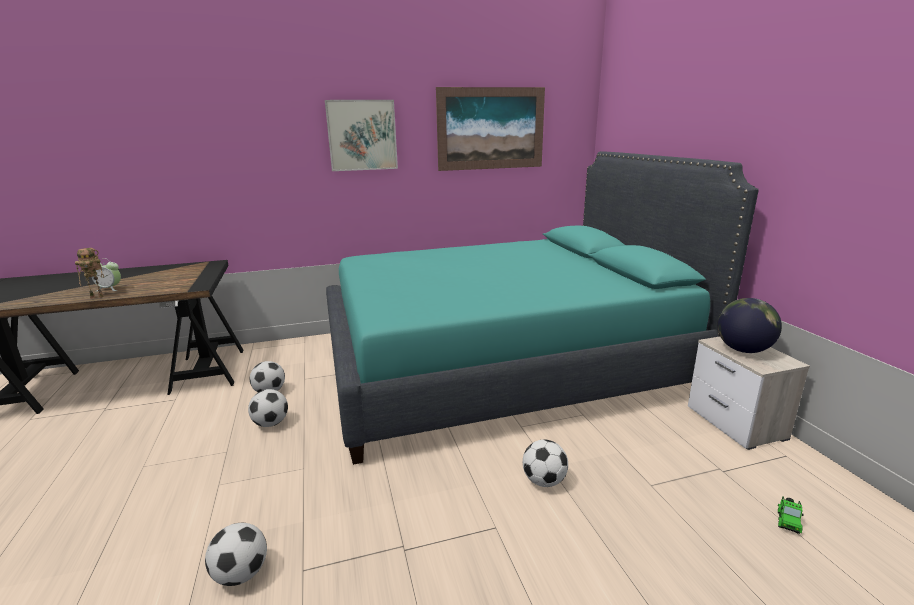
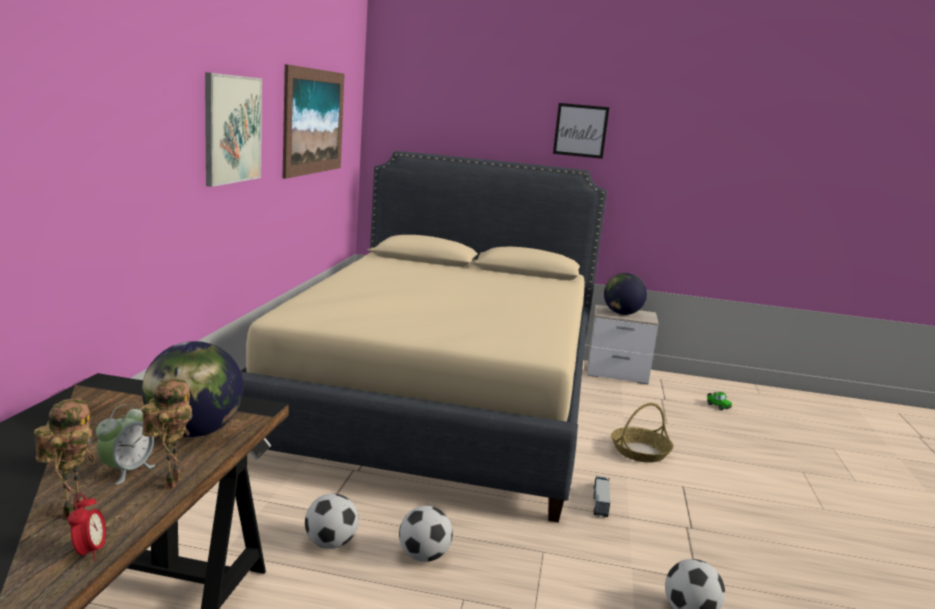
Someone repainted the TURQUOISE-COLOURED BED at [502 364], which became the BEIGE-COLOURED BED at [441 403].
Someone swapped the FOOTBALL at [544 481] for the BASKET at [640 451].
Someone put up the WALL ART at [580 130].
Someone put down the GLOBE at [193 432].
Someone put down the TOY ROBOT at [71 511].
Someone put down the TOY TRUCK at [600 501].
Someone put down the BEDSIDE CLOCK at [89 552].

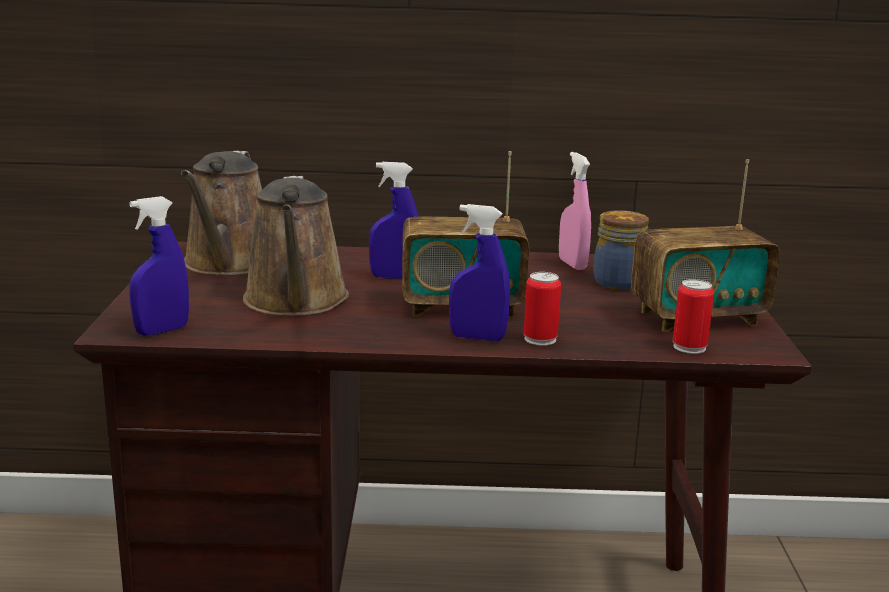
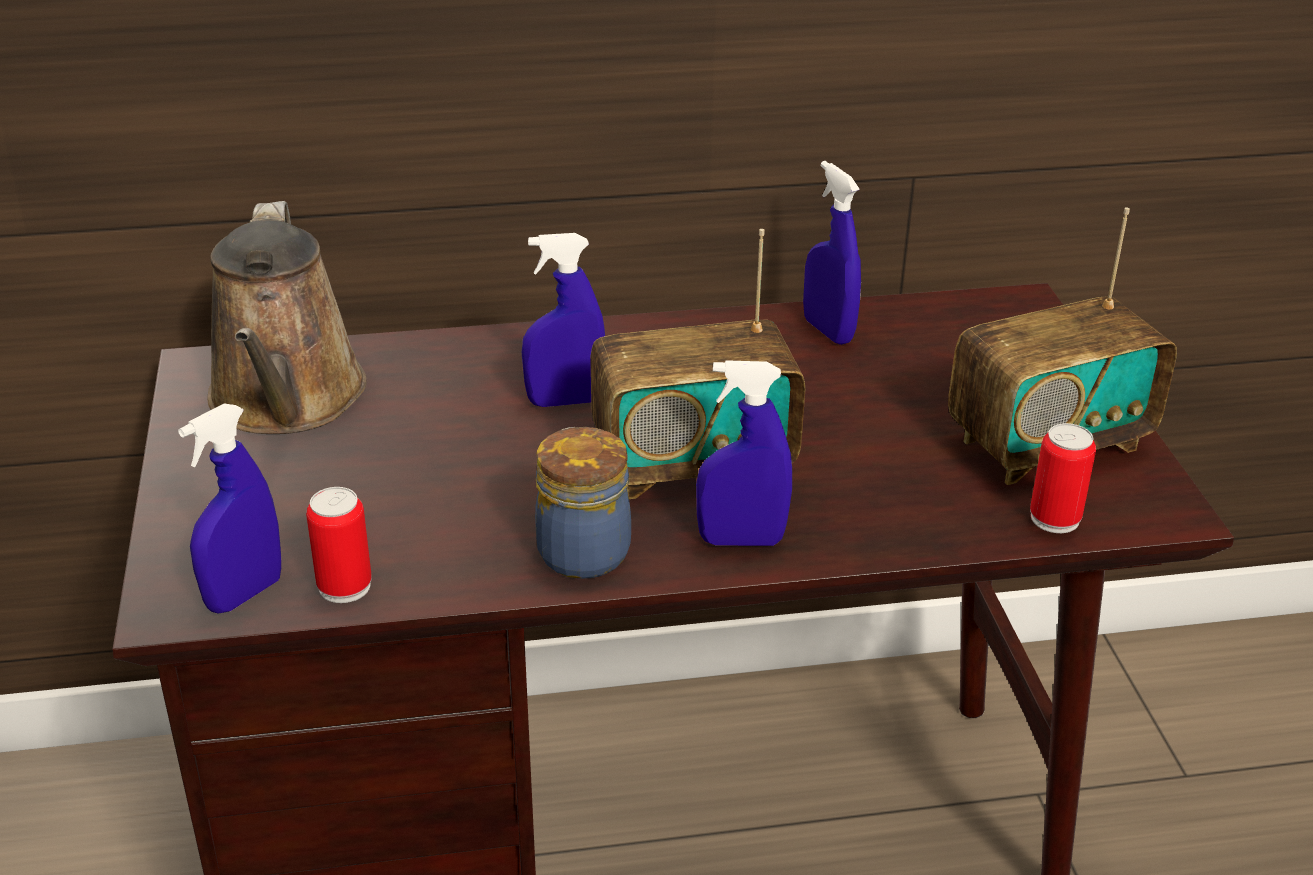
Someone repainted the PINK-COLOURED HAND SPRAYER at [572 264], which became the BLUE-COLOURED HAND SPRAYER at [828 331].
Someone took away the BROWN-COLOURED SPRINKLING CAN at [296 302].
Someone carried the JAR from [617 282] to [582 550].
Someone carried the METAL CAN from [540 339] to [344 586].

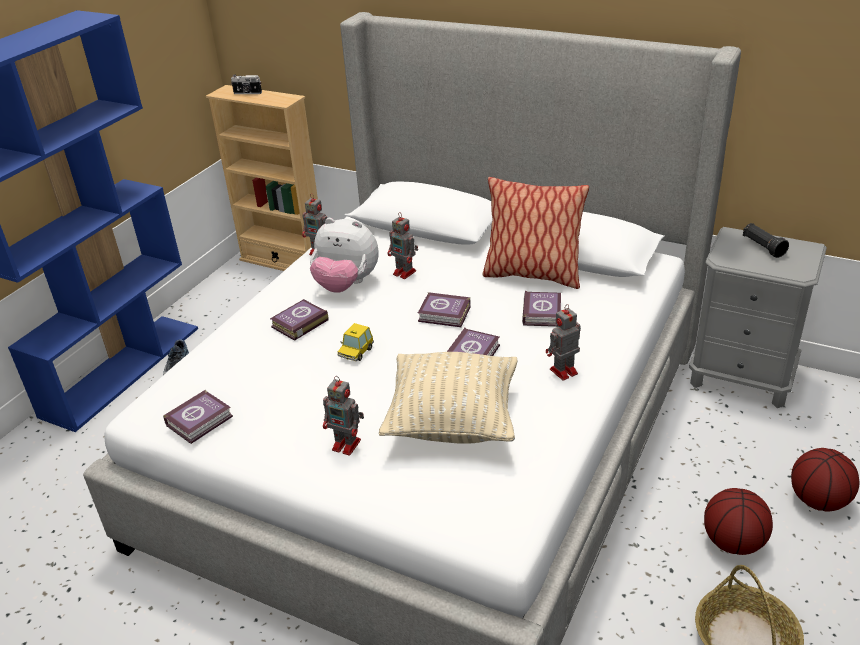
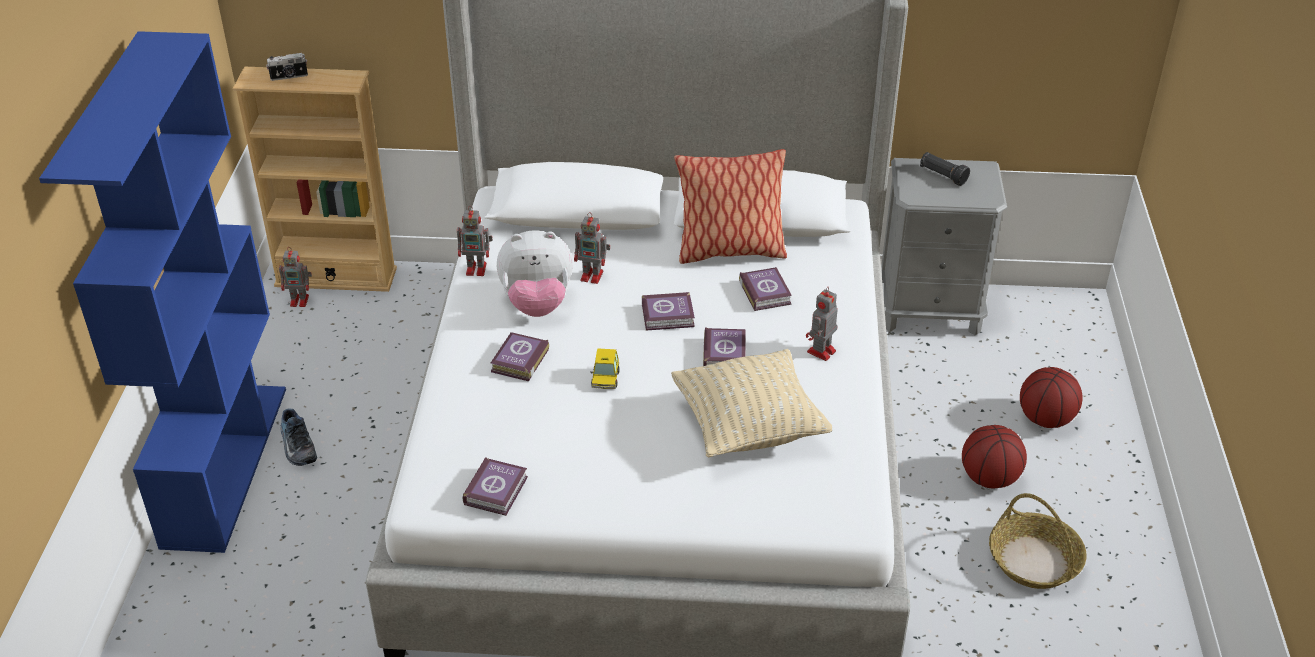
Someone carried the TOY ROBOT from [348 445] to [300 300].

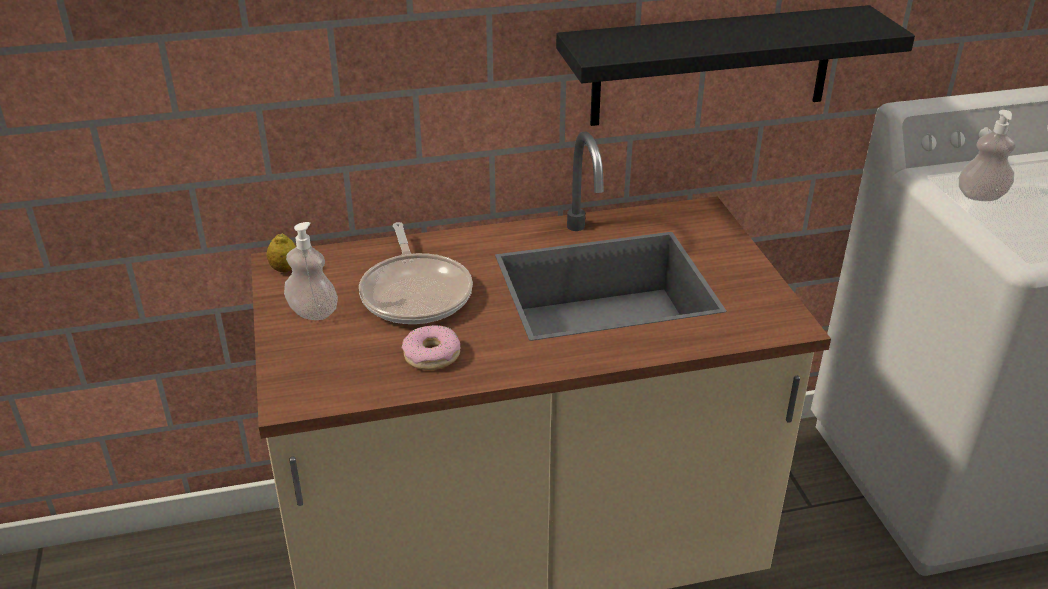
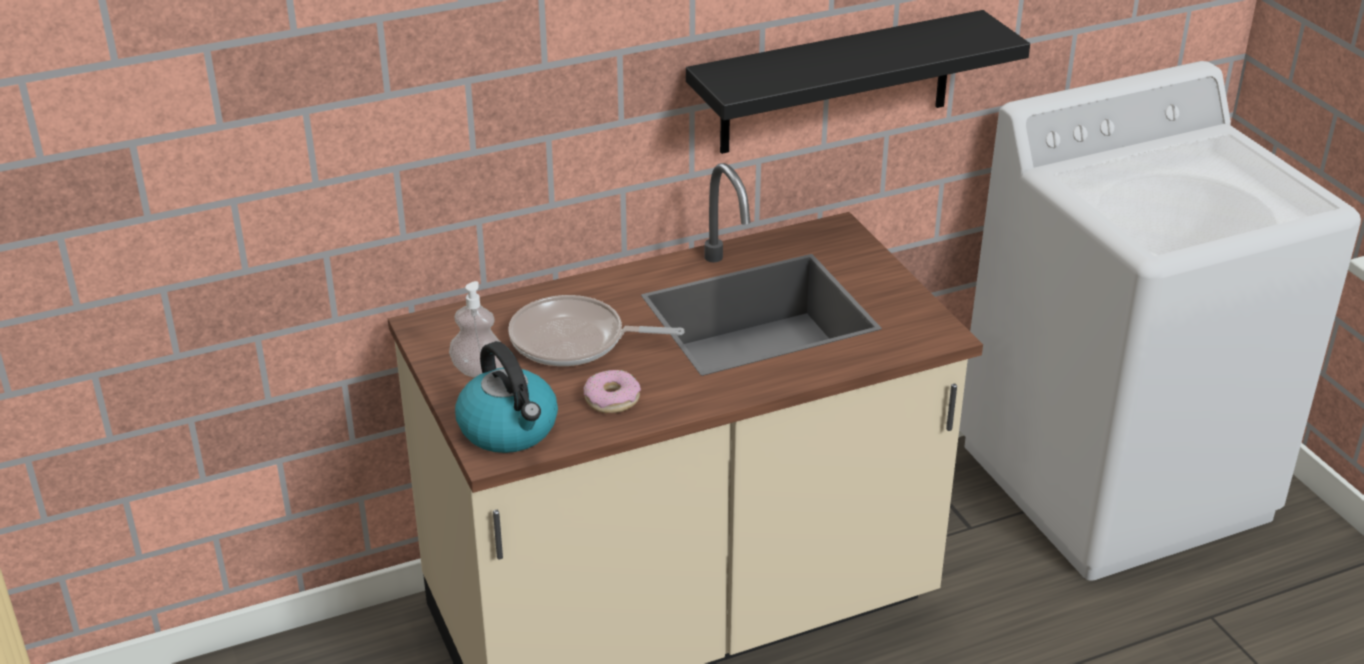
Someone took away the LIQUID SOAP BOTTLE at [981 196].
Someone rotated the FRYING PAN at [416 293] by 120 degrees clockwise.
Someone took away the WHOLE LEMON at [284 269].
Someone put down the WATER KETTLE at [509 429].

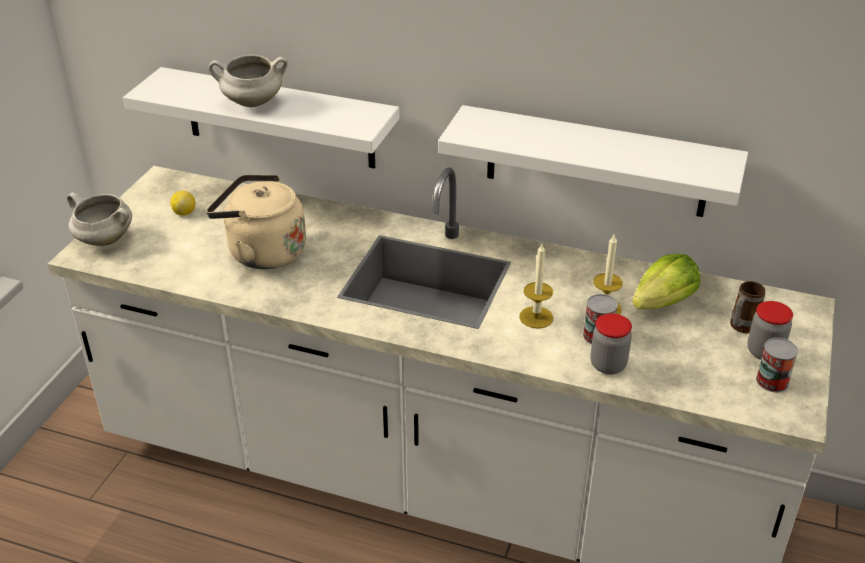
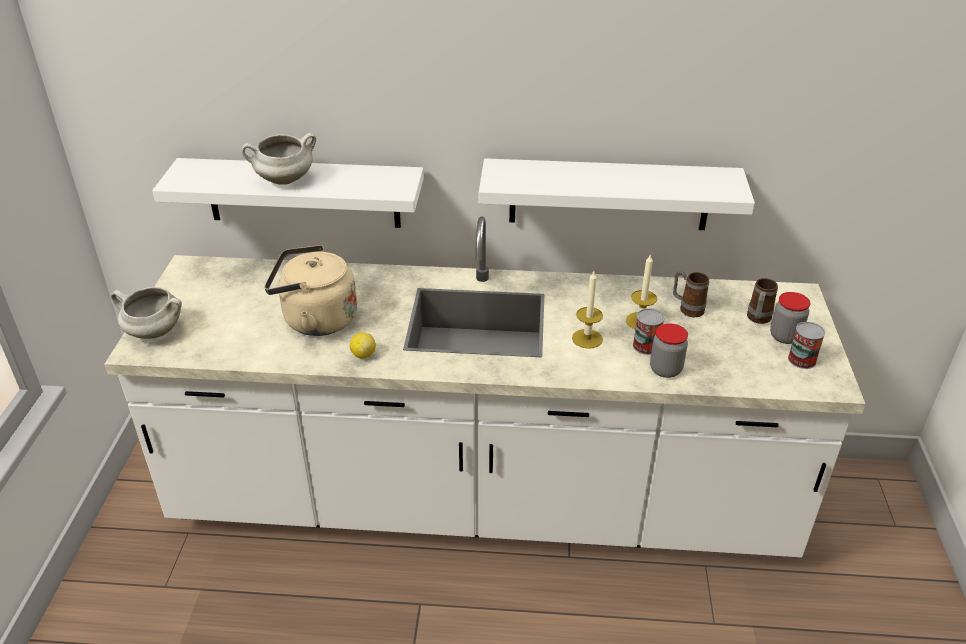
Someone carried the WHOLE LEMON from [184 212] to [363 355].
Someone swapped the LETTUCE at [663 303] for the MUG at [687 309].

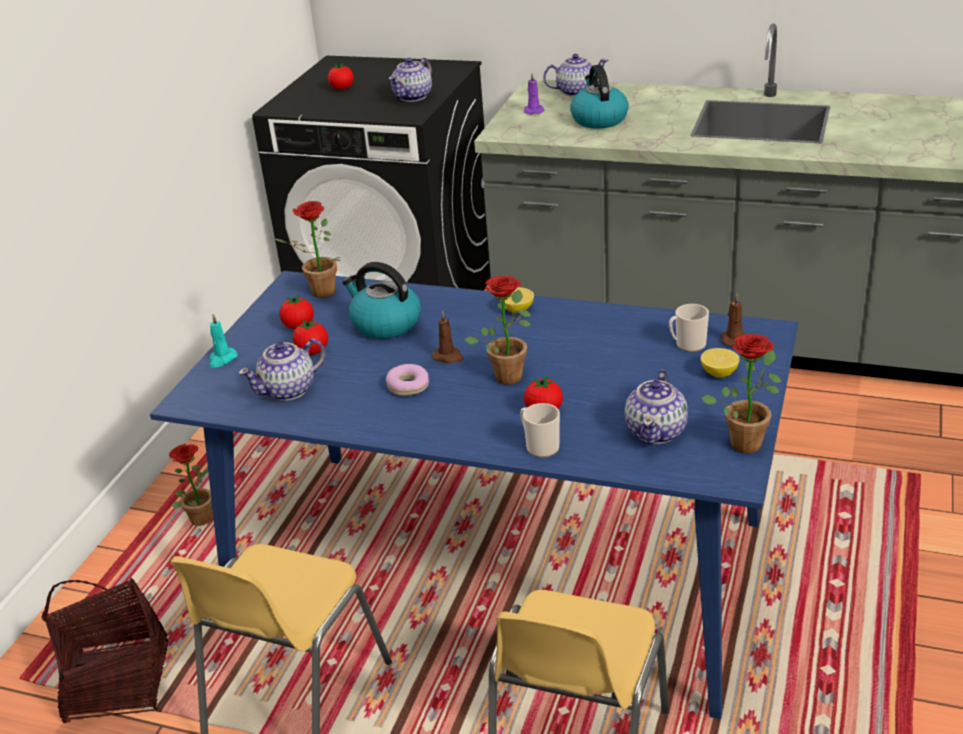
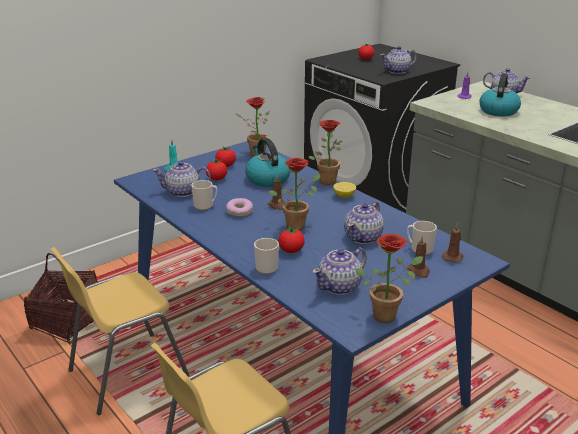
Someone swapped the WHOLE LEMON at [719 373] for the BROWN-COLOURED WAX LIGHT at [419 271].
Someone carried the POTTED PLANT from [199 518] to [326 180].
Someone put down the MUG at [205 206].
Someone put down the TEAPOT at [363 237].

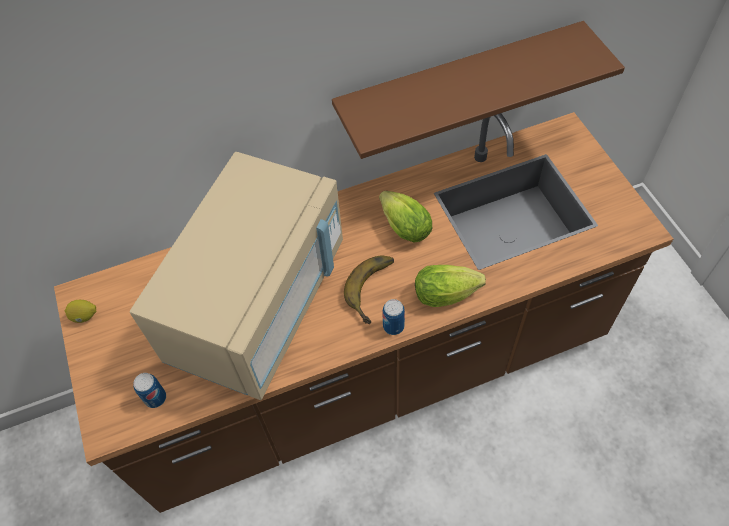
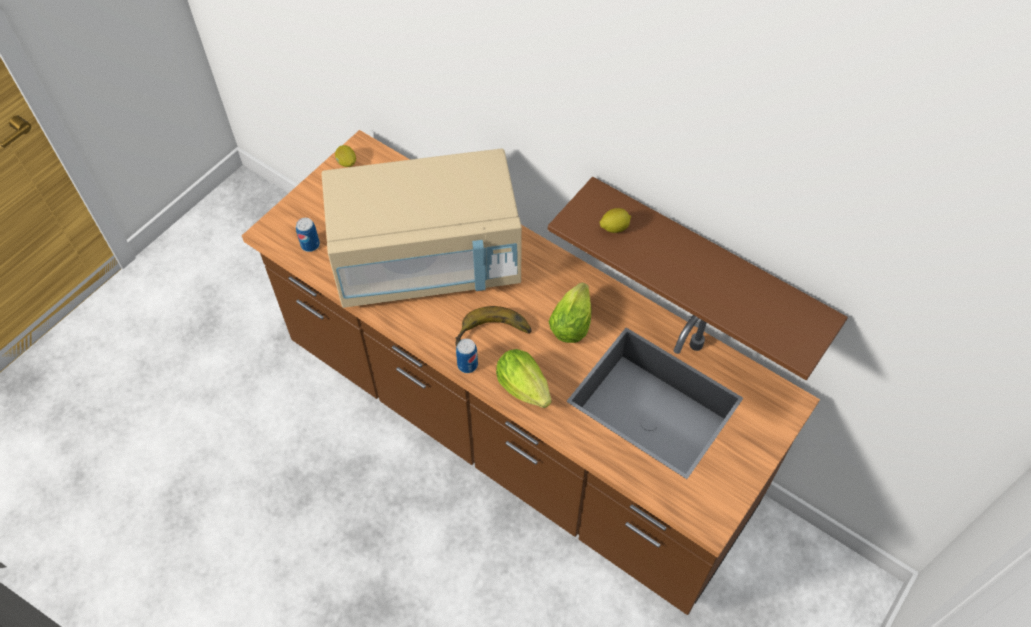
Someone put down the WHOLE LEMON at [614 228].

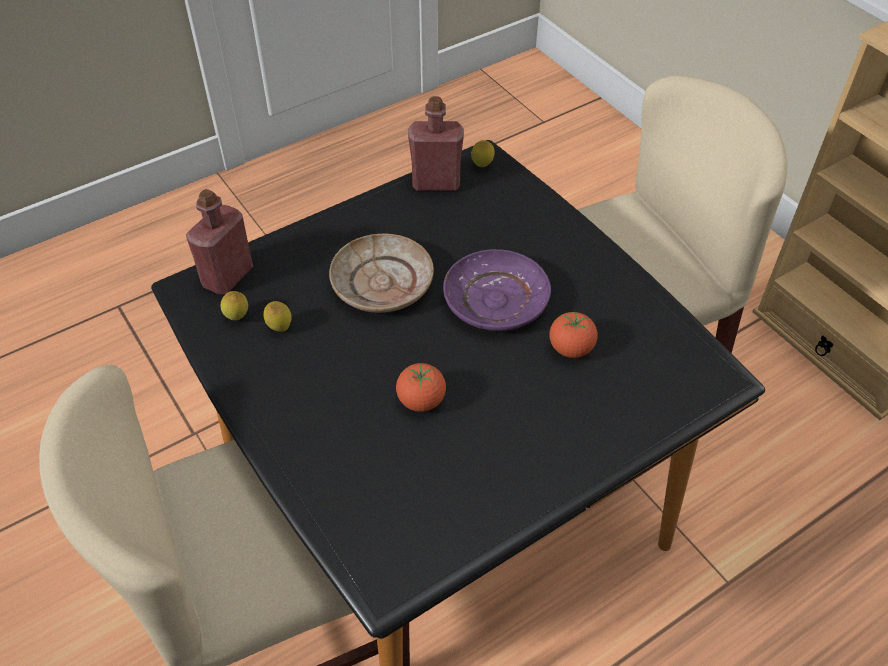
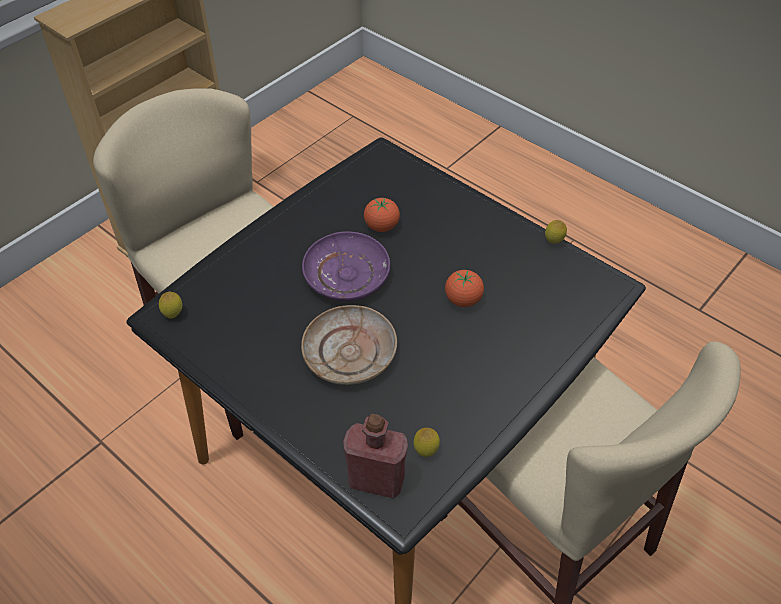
Someone took away the RED-COLOURED DRINK BOTTLE at [436 183].
Someone carried the WHOLE LEMON from [280 329] to [553 242].

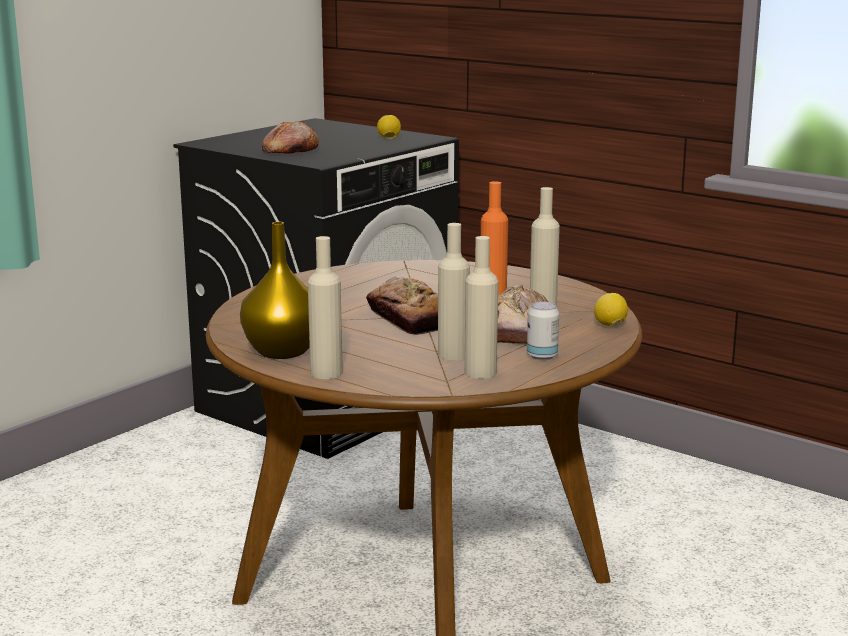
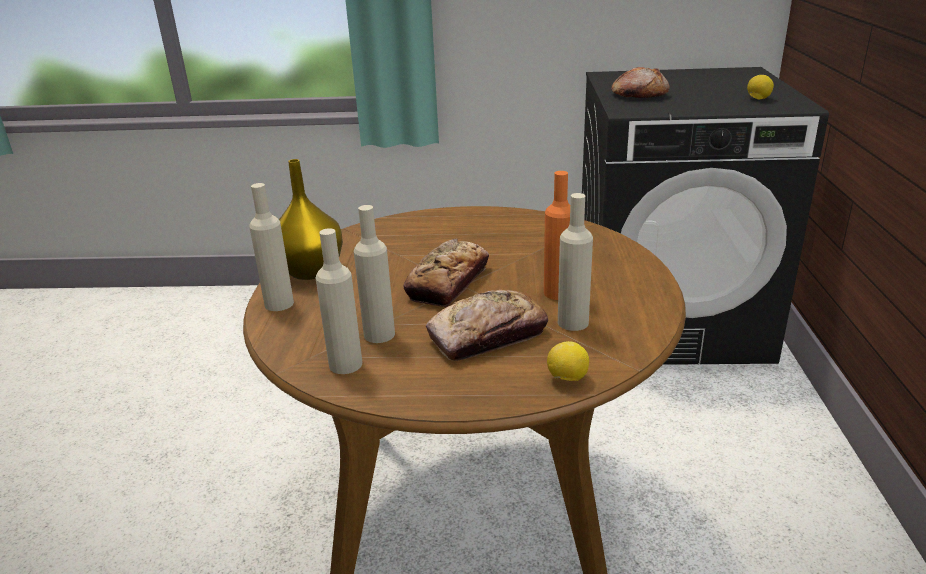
Someone took away the METAL CAN at [542 356].

